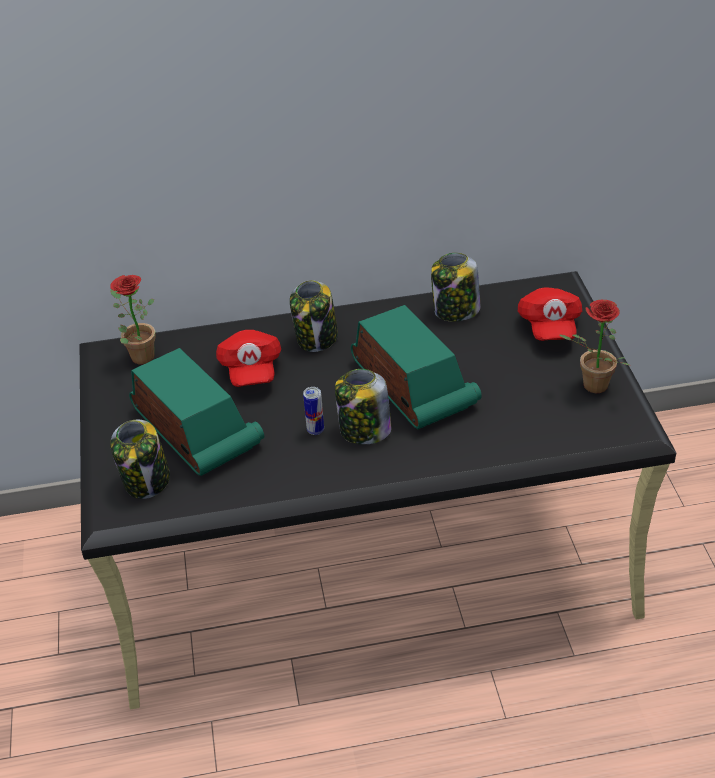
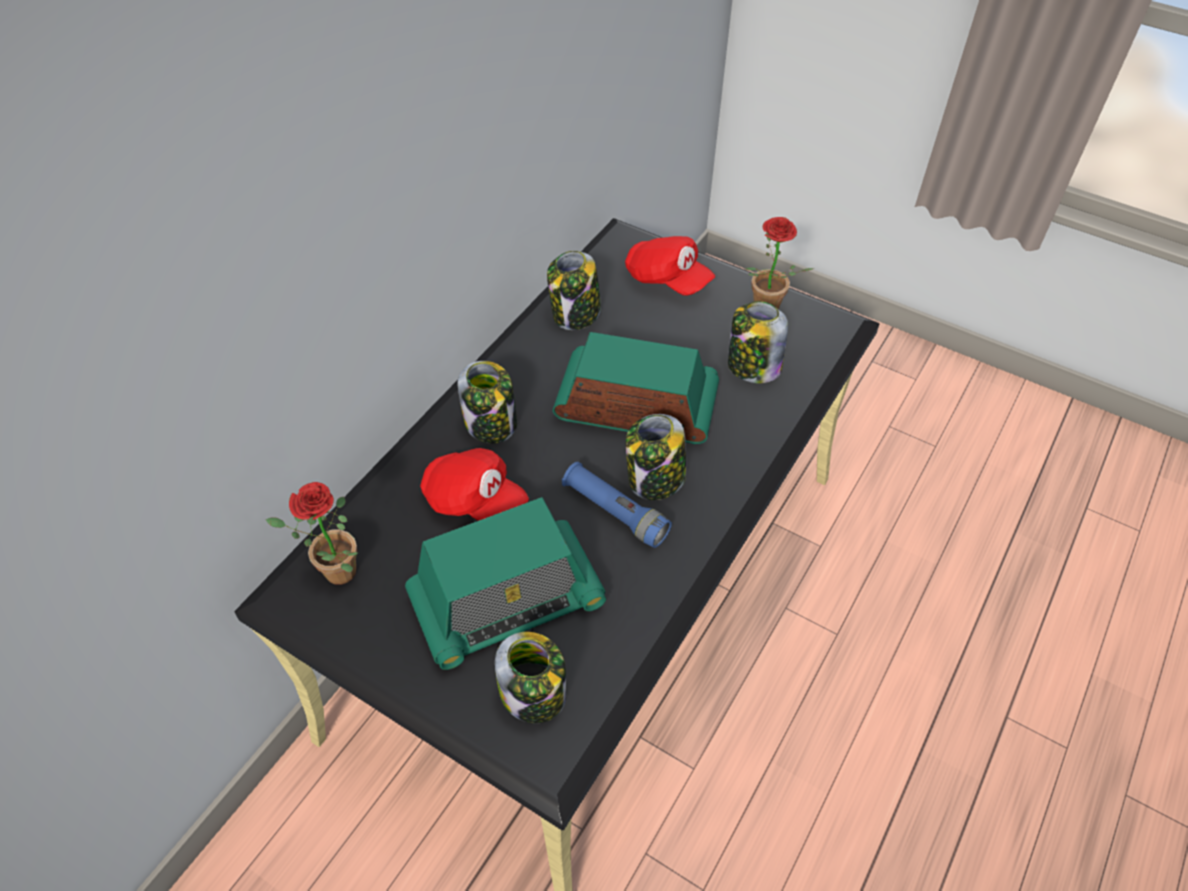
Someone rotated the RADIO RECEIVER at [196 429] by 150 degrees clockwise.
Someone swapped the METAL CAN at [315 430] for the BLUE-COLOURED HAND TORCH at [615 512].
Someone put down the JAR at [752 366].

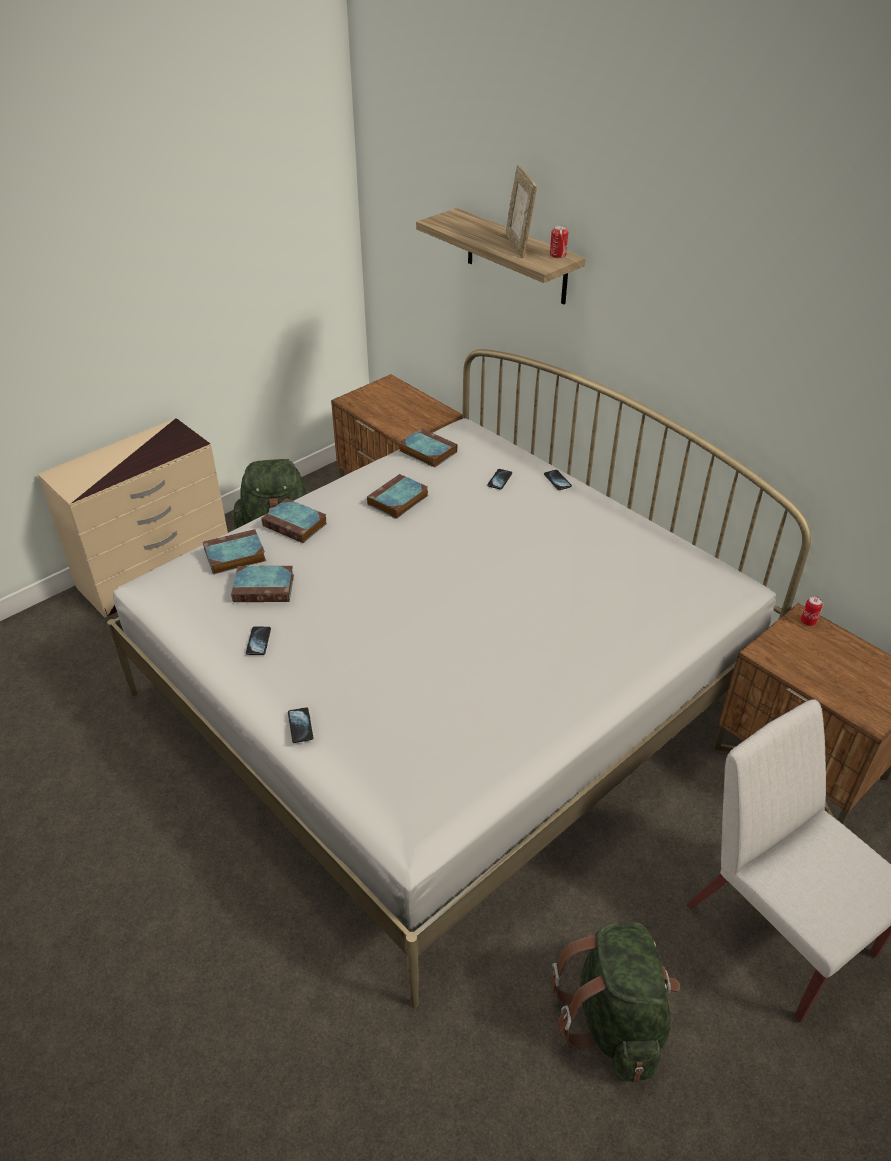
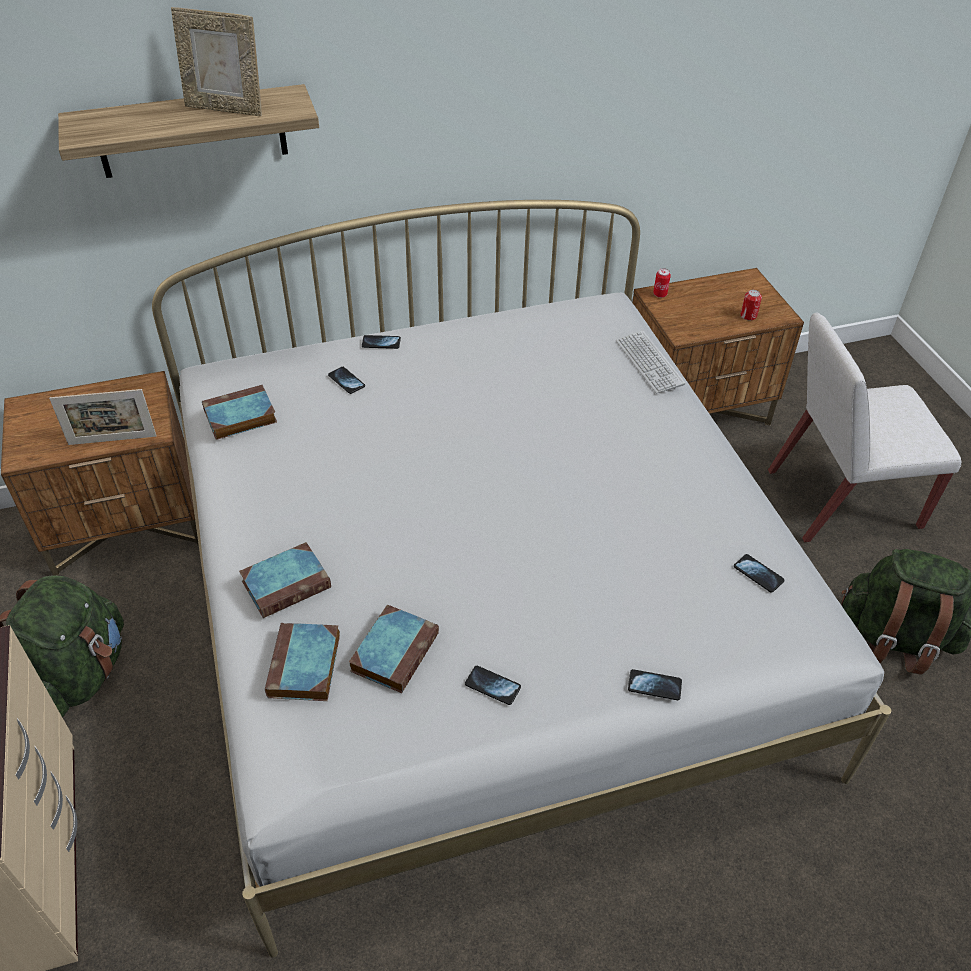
Someone carried the METAL CAN from [558 255] to [748 316].
Someone took away the VOLUME at [397 501].
Someone put down the KEYBOARD at [649 363].
Someone put down the STANDING FRAME at [112 440].
Someone put down the PHONE at [758 574].

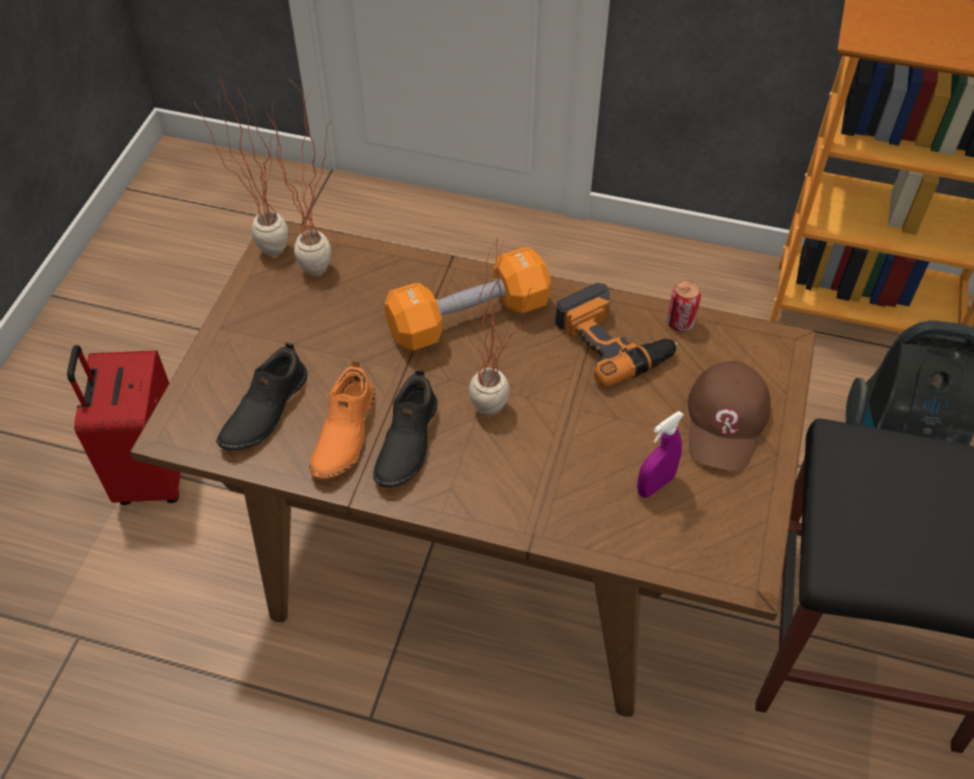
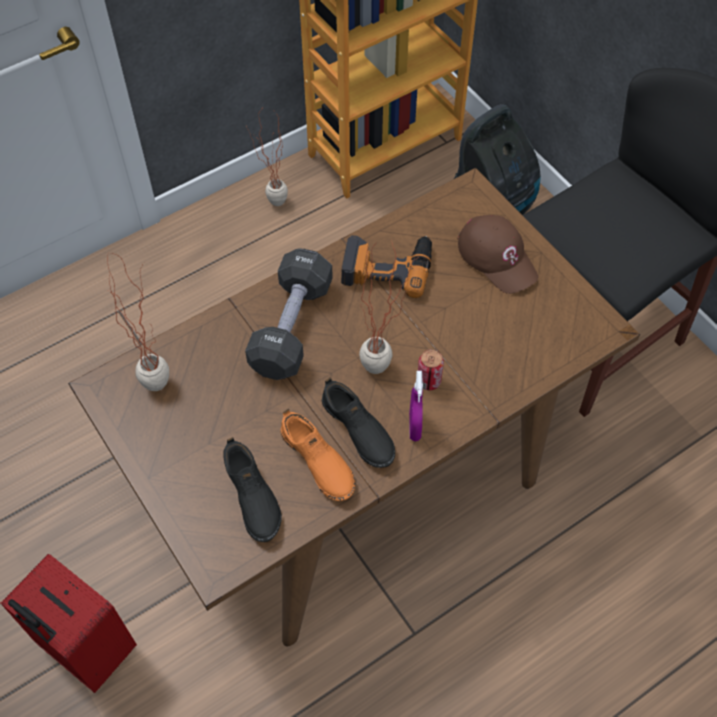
Someone carried the POTTED PLANT from [263 249] to [271 206].
Someone repainted the ORANGE HAND WEIGHT at [468 318], which became the BLACK HAND WEIGHT at [291 327].
Someone carried the METAL CAN from [680 323] to [428 381].
Someone carried the PURPLISH HAND SPRAYER from [655 485] to [414 427].

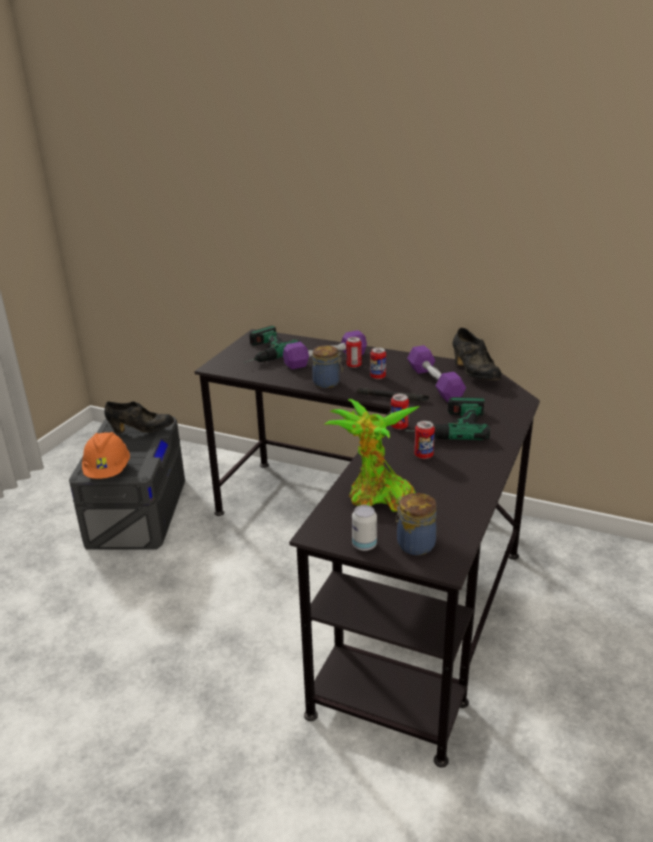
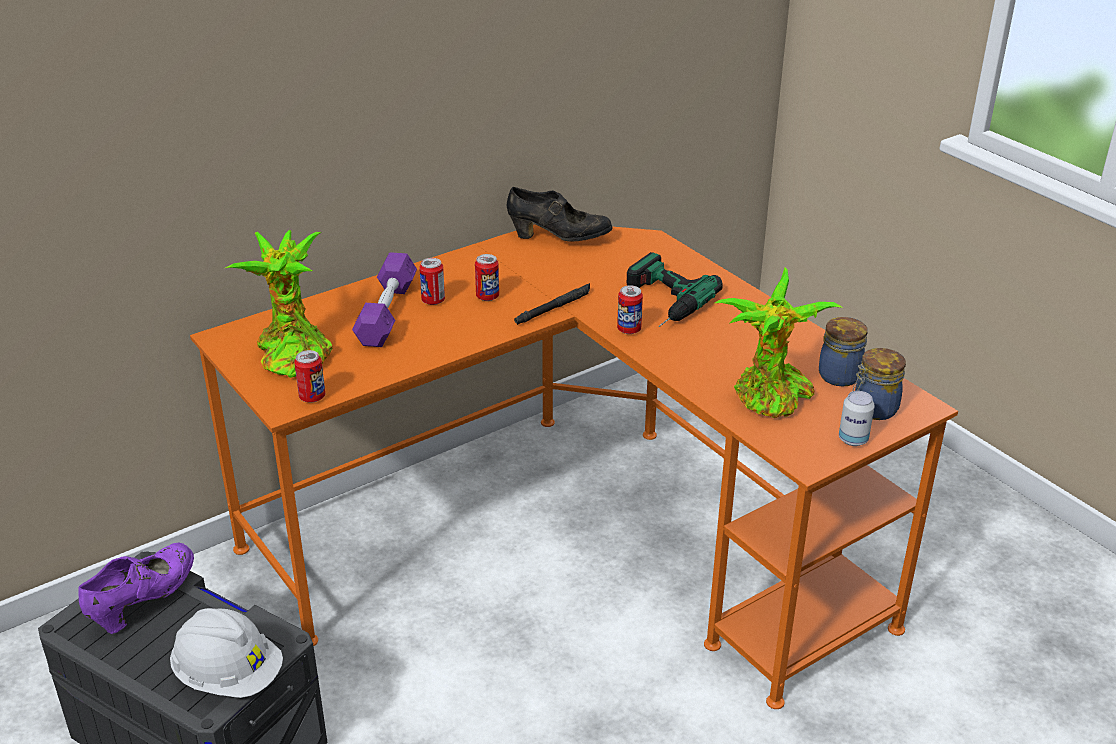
Someone swapped the POWER DRILL at [261 353] for the POTTED PLANT at [292 353].
Someone repainted the BLACK DESK at [379 563], which became the ORANGE DESK at [569 537].
Someone carried the JAR from [327 383] to [840 375].
Someone took away the PURPLISH HAND WEIGHT at [434 383].
Someone repainted the BLACK LOW SHOE at [141 431], which became the PURPLISH LOW SHOE at [144 601].
Someone carried the METAL CAN from [423 455] to [312 397].
Someone repainted the ORANGE HARD HAT at [108 471], which became the WHITE HARD HAT at [229 676].

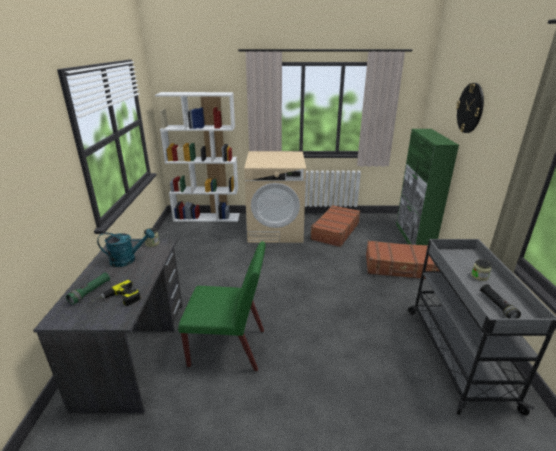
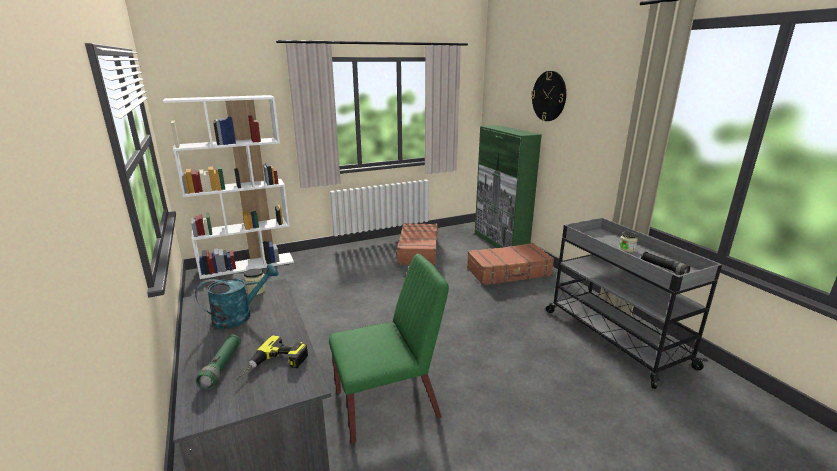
Someone took away the BEIGE-COLOURED WASHING MACHINE at [276 230].

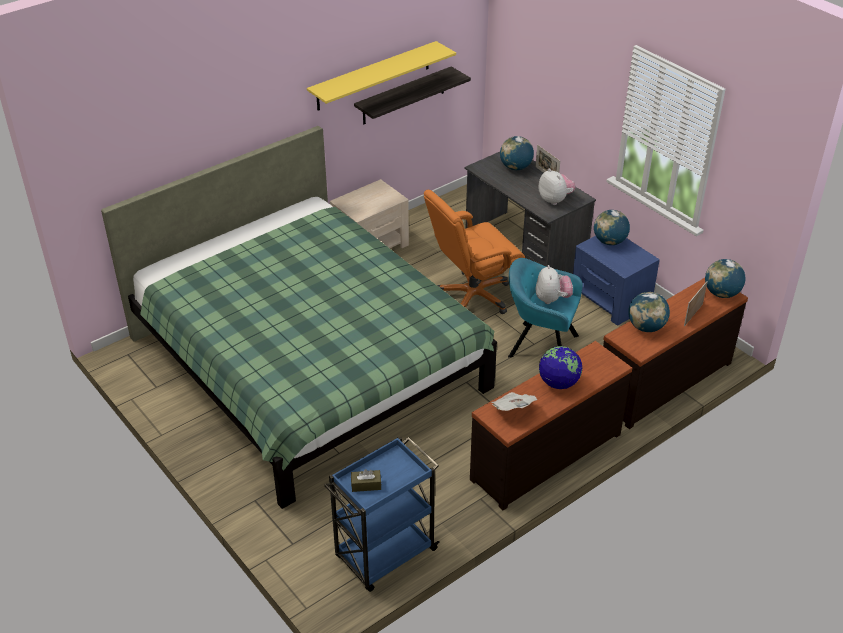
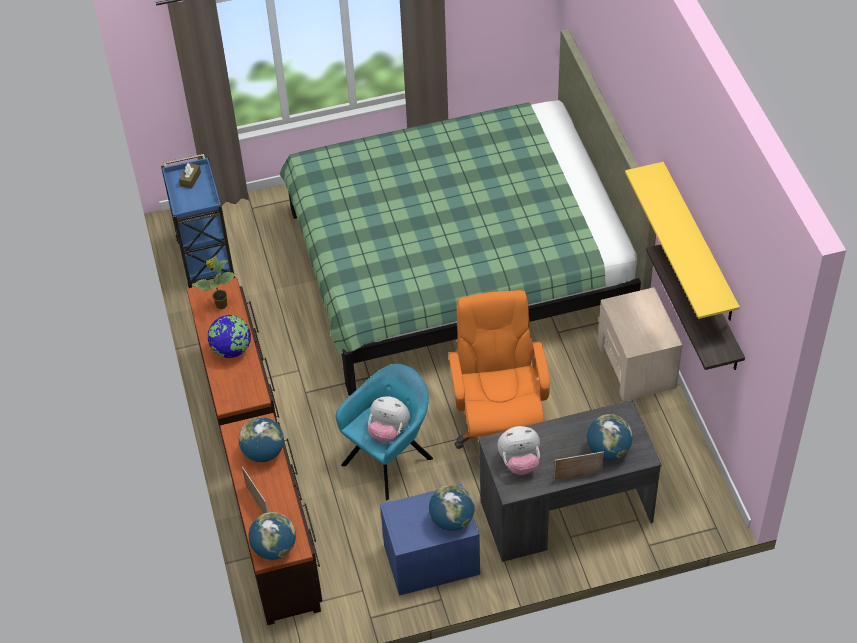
Someone swapped the NEWSPAPER at [513 409] for the POTTED PLANT at [221 305].

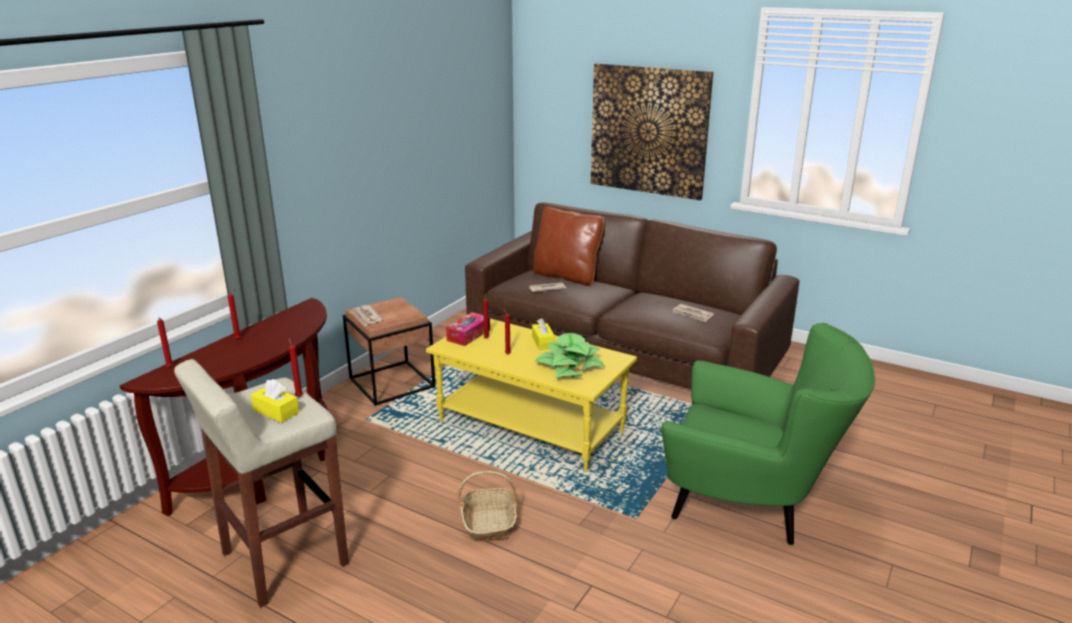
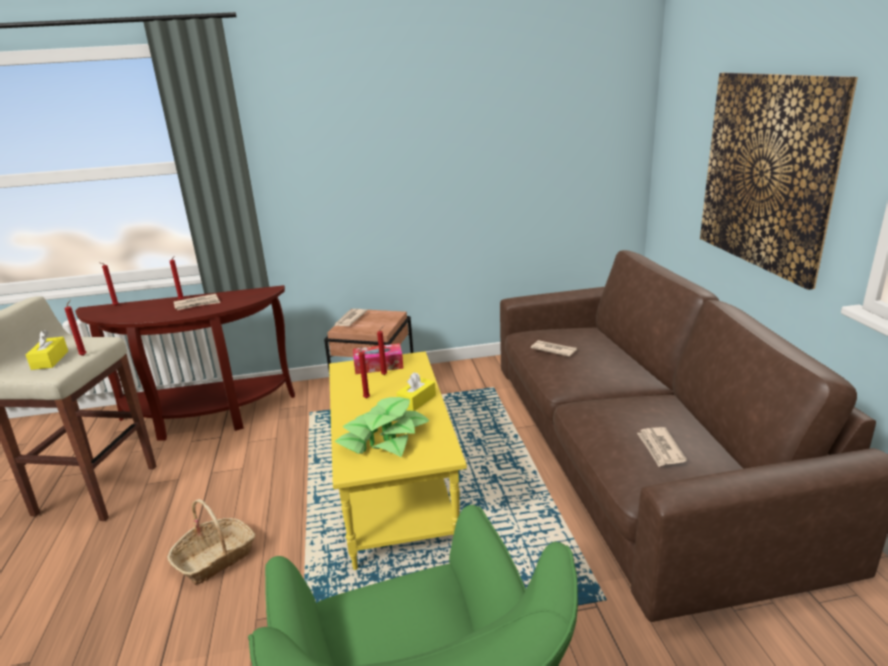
Someone took away the BROWN-COLOURED CUSHION at [567 276].
Someone put down the NEWSPAPER at [197 304].

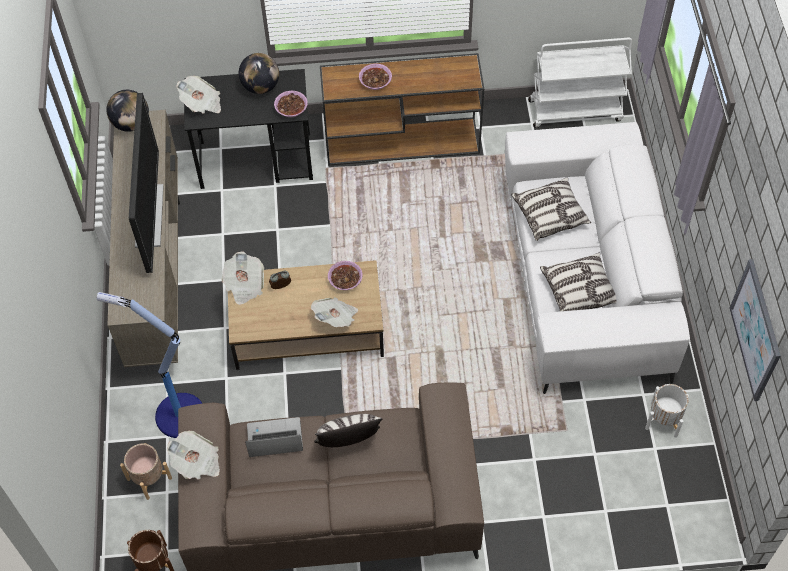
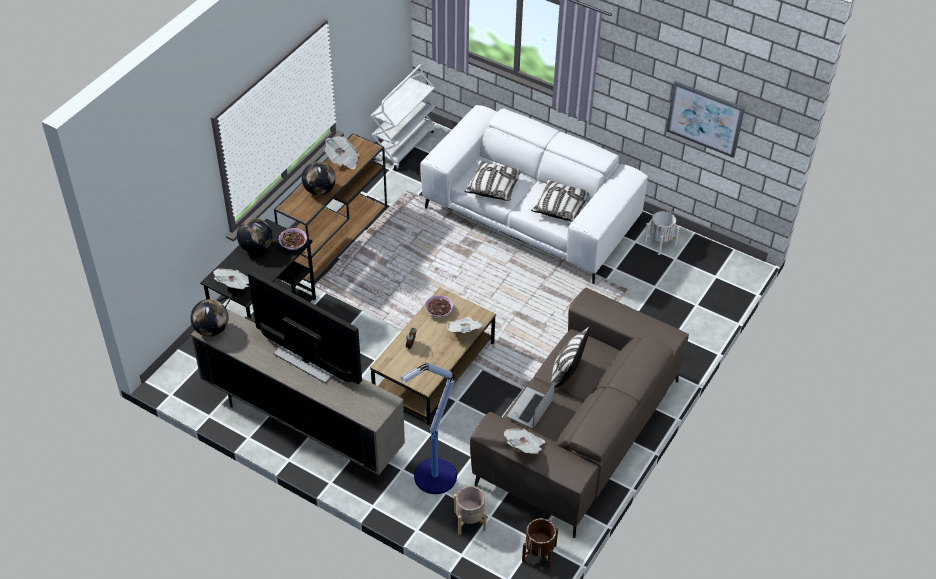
Someone swapped the SERVING BOWL at [375 81] for the GLOBE at [319 190].
Someone carried the NEWSPAPER from [244 285] to [343 160].

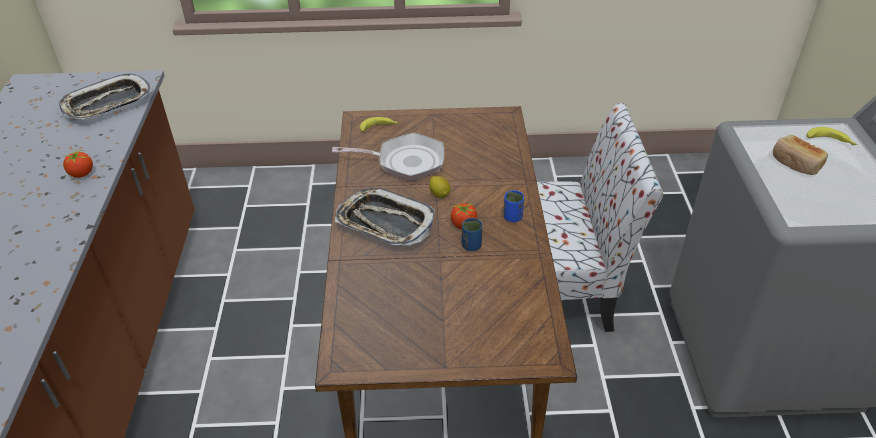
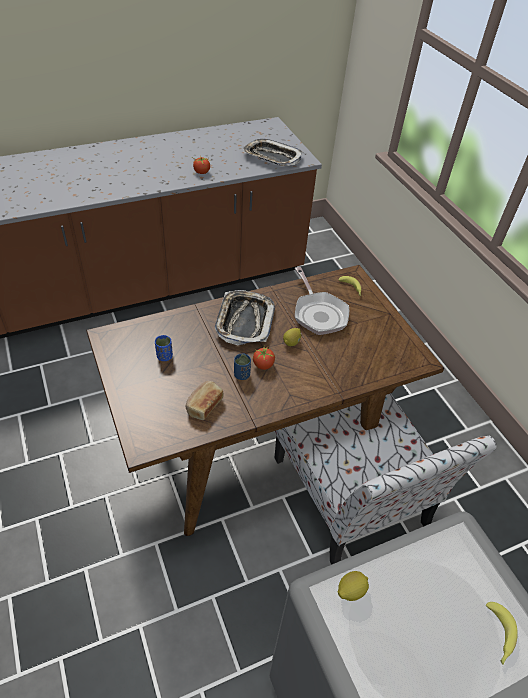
Someone carried the BAKED BREAD from [795 163] to [203 405].
Someone carried the BLUE-COLOURED DRINKING CUP from [512 217] to [164 356].
Someone put down the WHOLE LEMON at [350 590].

